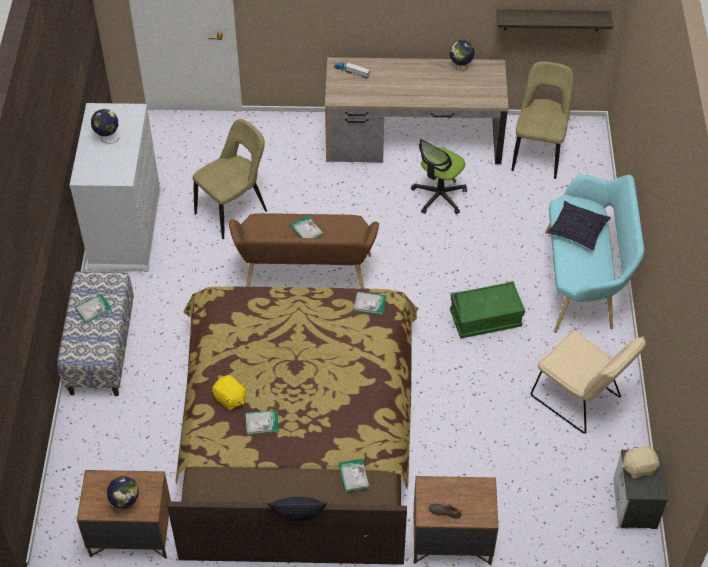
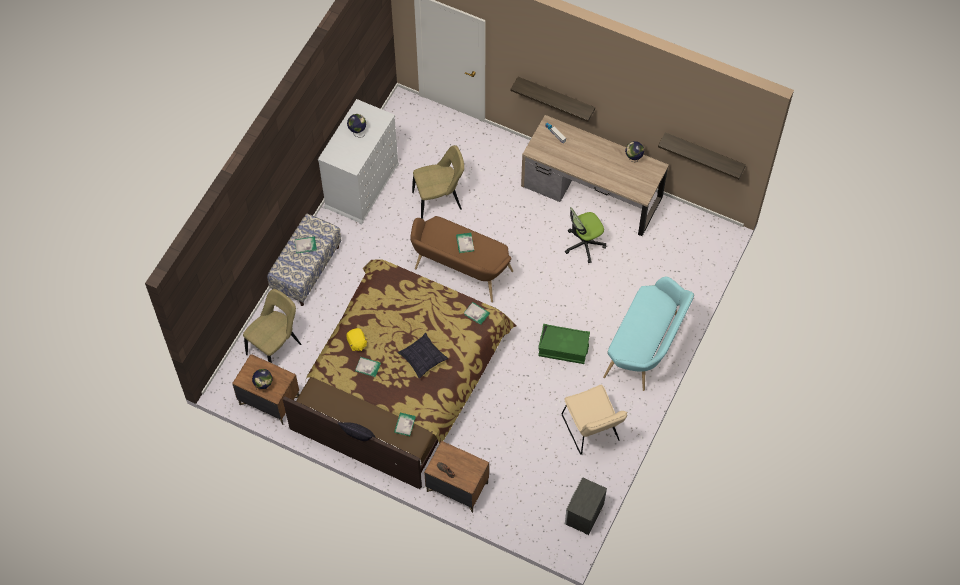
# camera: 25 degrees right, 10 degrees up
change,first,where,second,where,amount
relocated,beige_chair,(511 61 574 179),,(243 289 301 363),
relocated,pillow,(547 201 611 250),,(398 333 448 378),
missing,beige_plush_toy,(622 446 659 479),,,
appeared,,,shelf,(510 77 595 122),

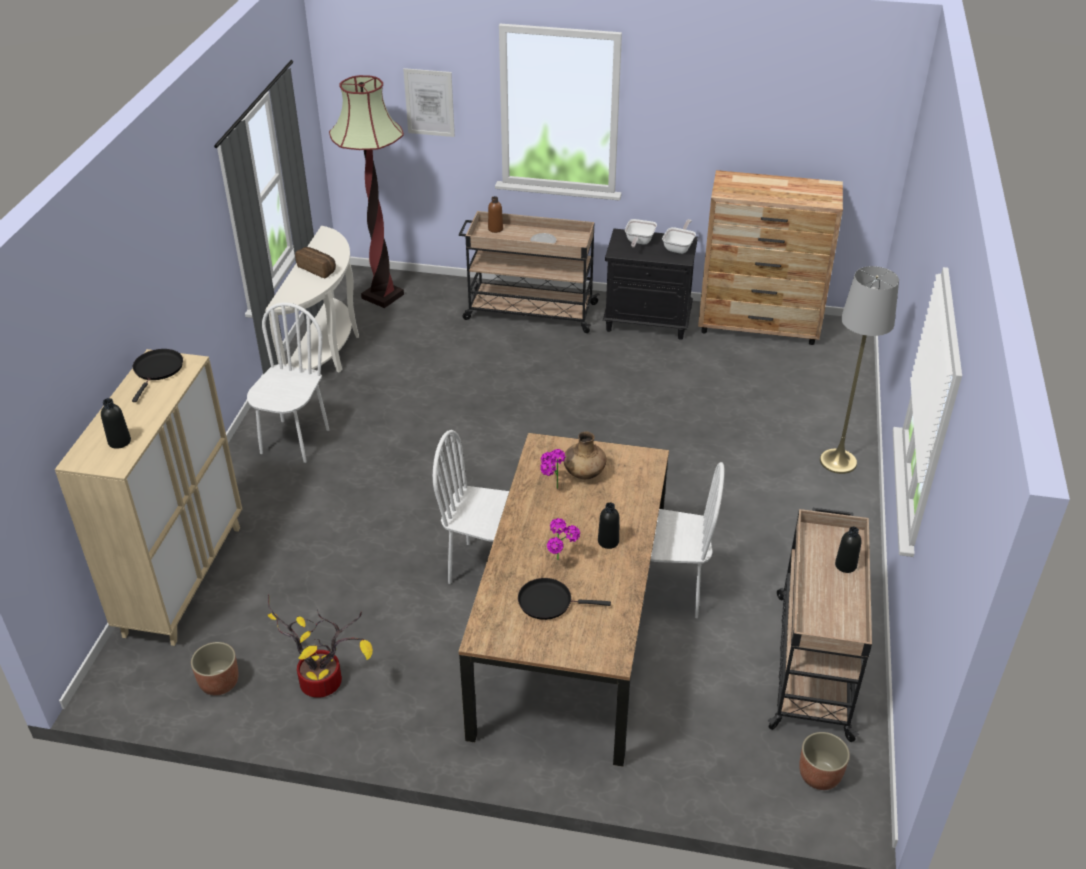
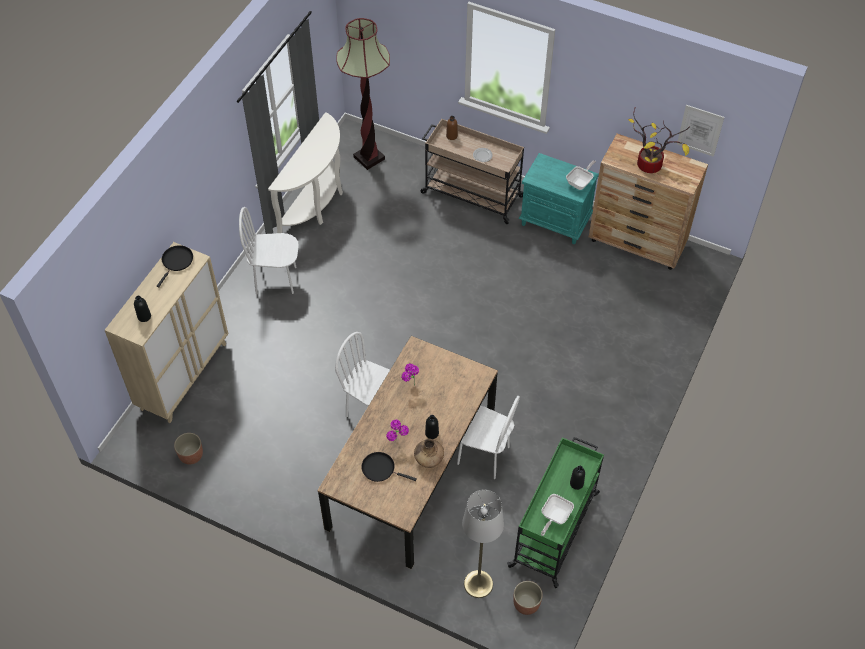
# camera: 15 degrees right, 15 degrees up
change,first,where,second,where,amount
relocated,picture,(403 68 455 137),,(677 105 724 157),
relocated,frying_pan,(625 219 657 248),,(541 494 574 536),
colour,black_nightstand,(603 229 698 340),turquoise_nightstand,(519 153 599 244),
missing,bread,(295 247 336 278),,,
relocated,grey_floor_lamp,(820 266 899 474),,(462 490 504 598),
spun,white_chair,(247 302 329 463),,(239 207 299 294),120 degrees counterclockwise
relocated,brown_vase,(563 432 606 479),,(414 439 444 468),
colour,beige_cart,(768 508 872 742),green_cart,(507 437 604 588),
relocated,potted_plant,(268 595 373 698),,(628 109 690 173),

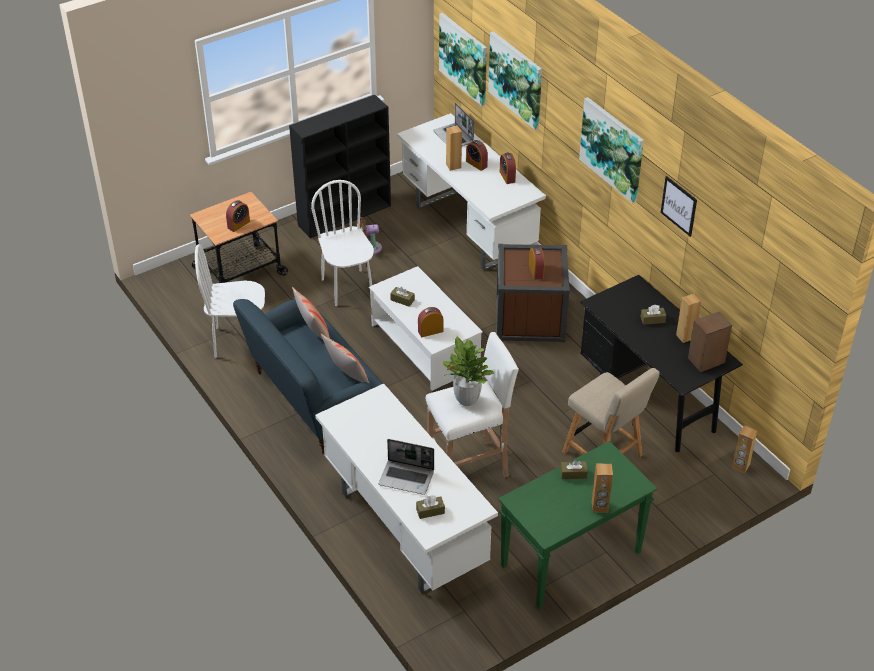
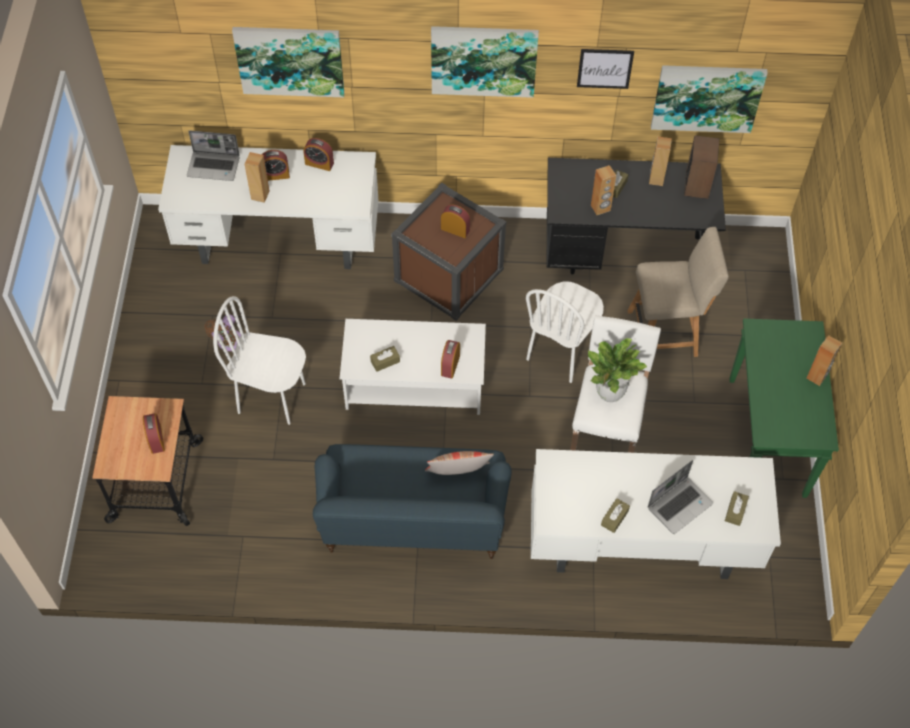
# camera: 55 degrees left, 15 degrees up
change,first,where,second,where,amount
relocated,picture,(439 13 487 106),,(651 65 768 133),
missing,black_bookcase,(289 95 391 238),,,
relocated,white_chair,(195 244 265 358),,(526 281 604 383),
missing,pillow,(292 287 330 340),,,
relocated,brown_speaker,(732 425 757 473),,(591 165 616 215),
relocated,brown_tissue_box,(560 460 588 479),,(601 498 630 533),

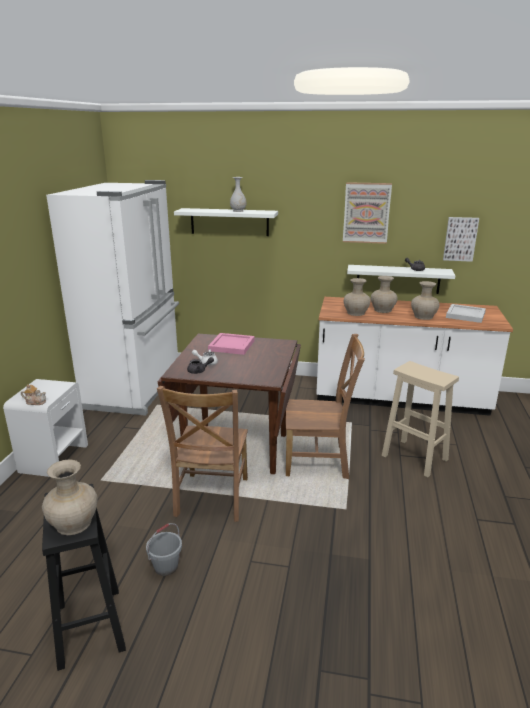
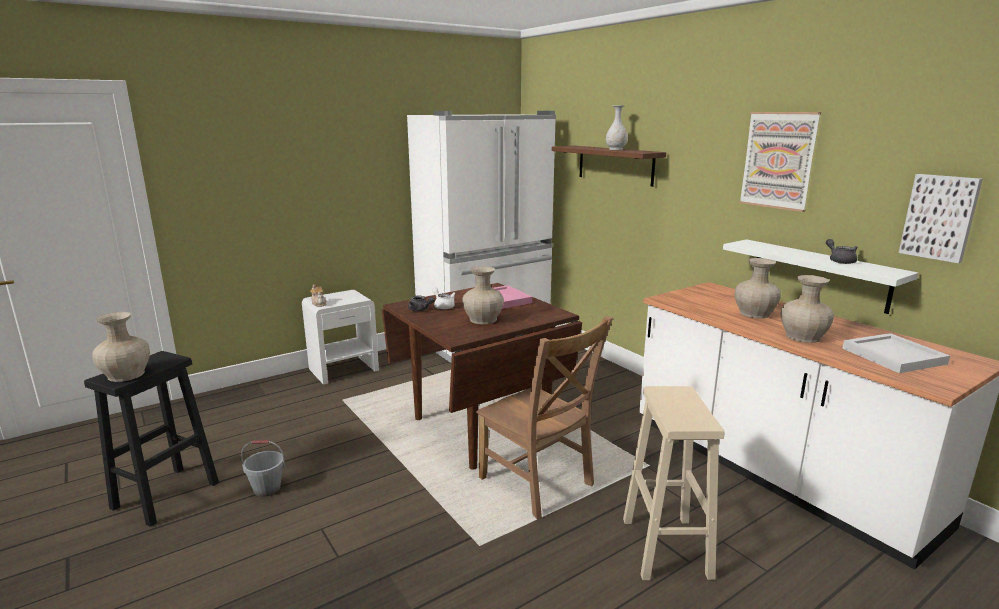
# camera: 45 degrees right, 5 degrees down
change,first,where,second,where,amount
colour,white_shelf,(174 208 278 236),brown_shelf,(552 146 666 187),
relocated,beige_vase,(344 278 370 316),,(463 266 504 324),
missing,brown_chair,(157 386 248 522),,,

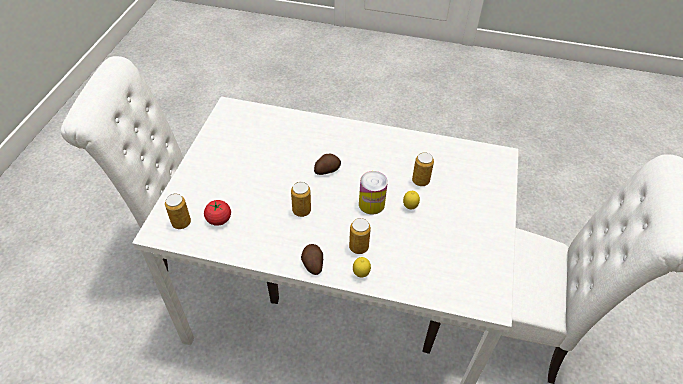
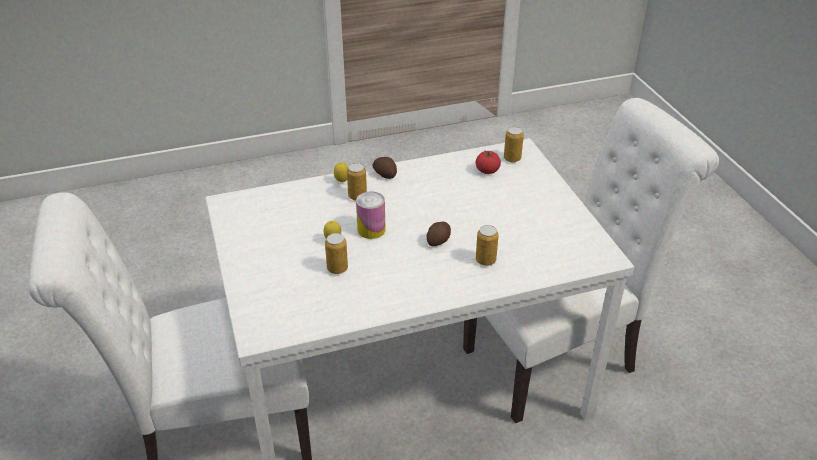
# camera: 150 degrees right, 10 degrees down
change,first,where,second,where,amount
relocated,can,(291 182 311 217),,(476 225 499 266),

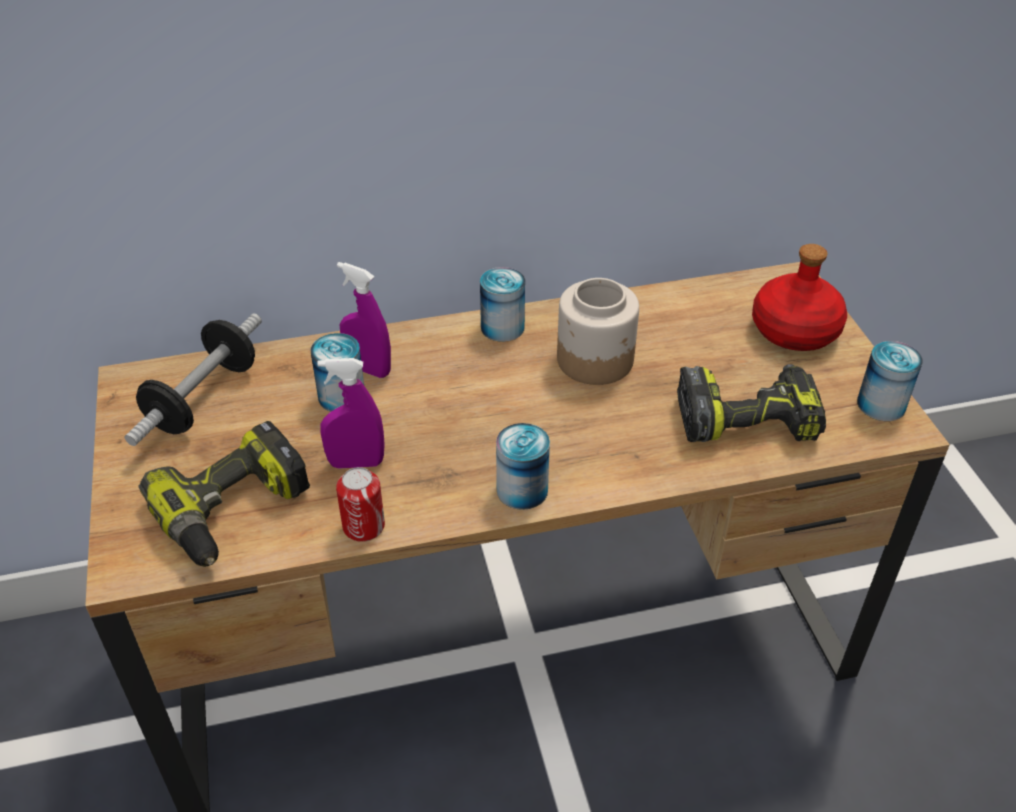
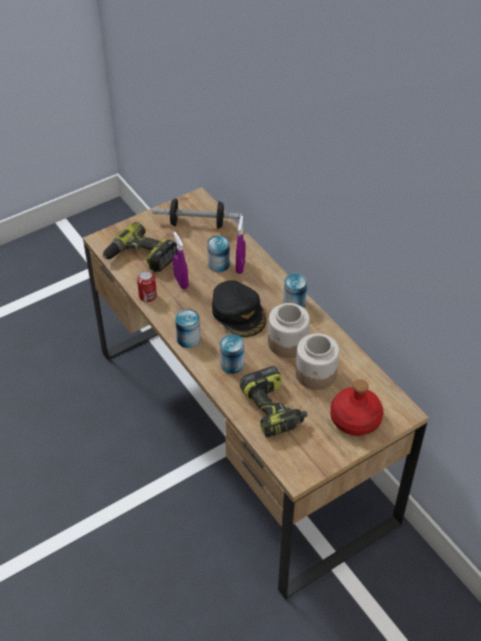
# camera: 70 degrees right, 5 degrees up
change,first,where,second,where,amount
relocated,can,(857 341 923 421),,(220 334 244 374),
appeared,,,black_cap,(212 280 266 337),
appeared,,,jar,(295 333 339 390),

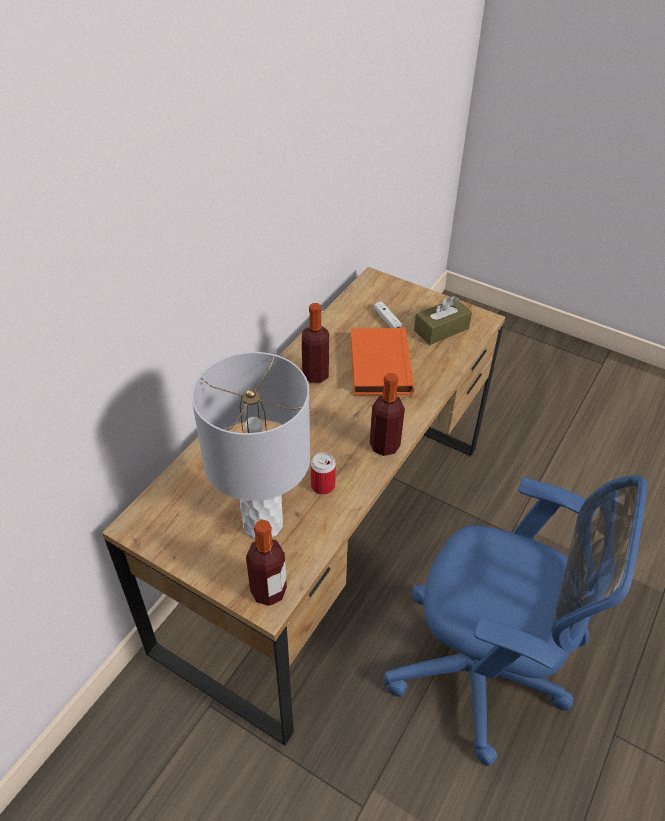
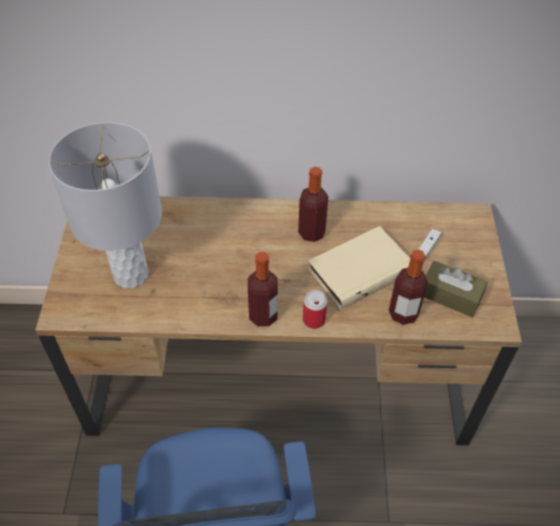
# camera: 60 degrees right, 5 degrees up
change,first,where,second,where,amount
colour,orange_book,(350 327 414 395),beige_book,(307 226 410 309),
relocated,can,(311 452 336 495),,(303 290 328 329),
relocated,bottle,(246 520 287 606),,(389 249 428 325),

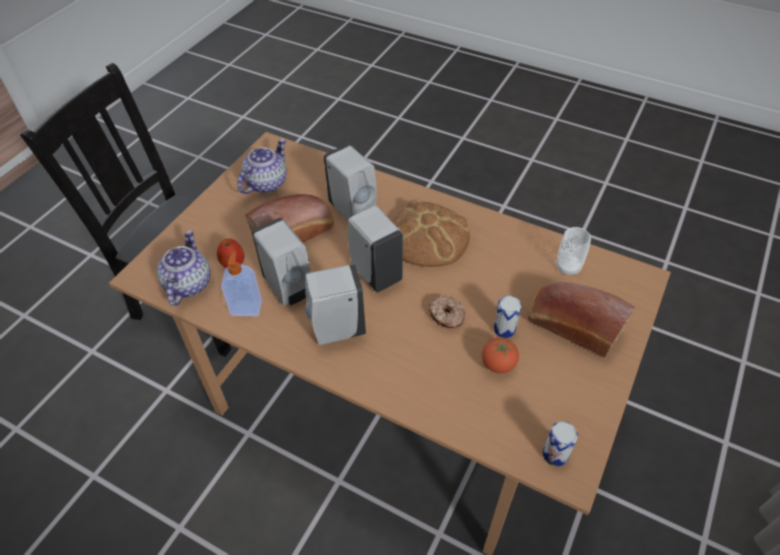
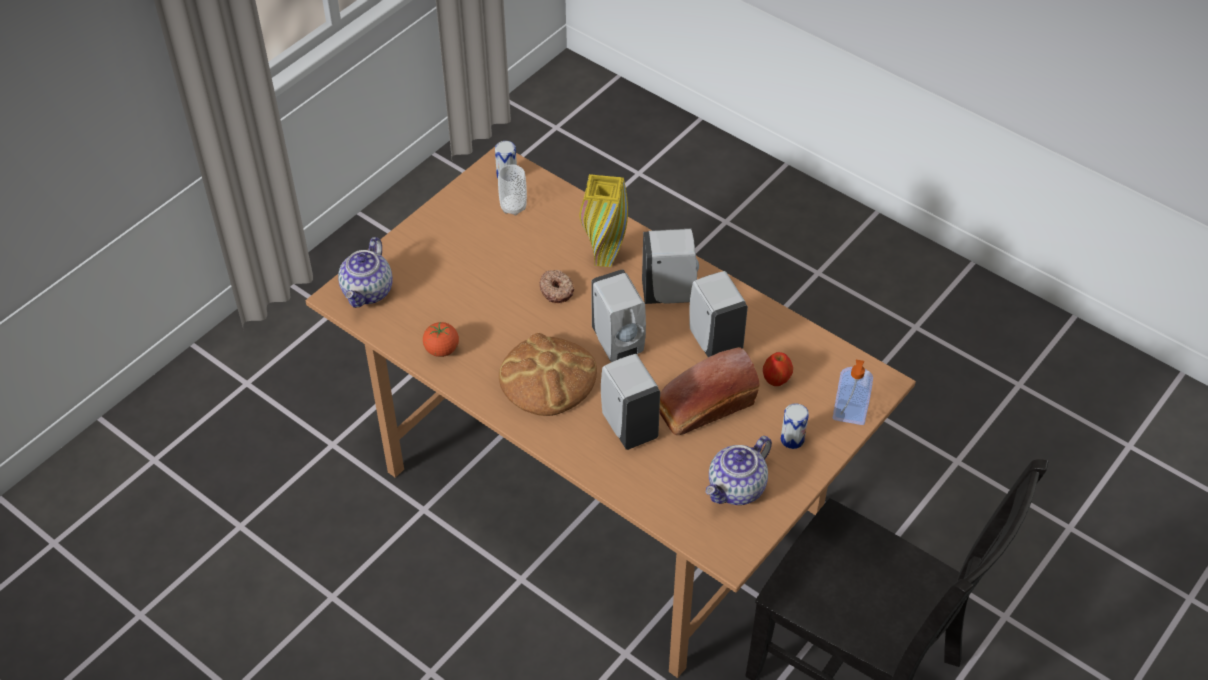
# camera: 170 degrees left, 0 degrees up
change,first,where,second,where,amount
relocated,cup,(556 227 591 276),,(498 164 527 215),
relocated,teapot,(157 230 210 306),,(338 237 392 308),
relocated,soap_dispenser,(221 251 262 317),,(833 360 873 425),
missing,bread,(528 282 635 358),,,
relocated,can,(494 296 522 338),,(781 403 809 449),
relocated,tomato,(482 337 519 373),,(423 322 459 357),
appeared,,,yellow_vase,(580 174 628 267),

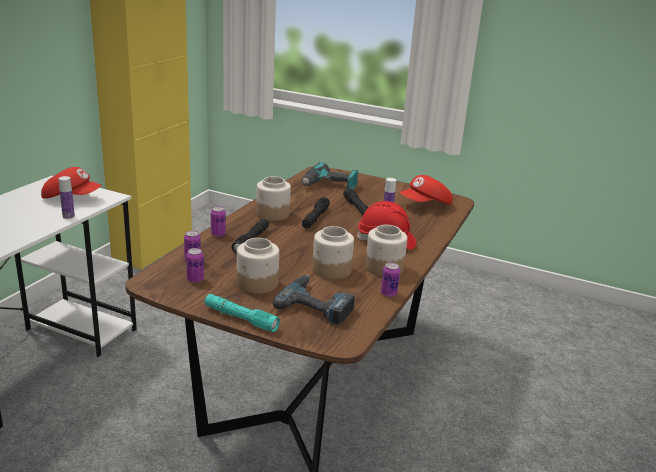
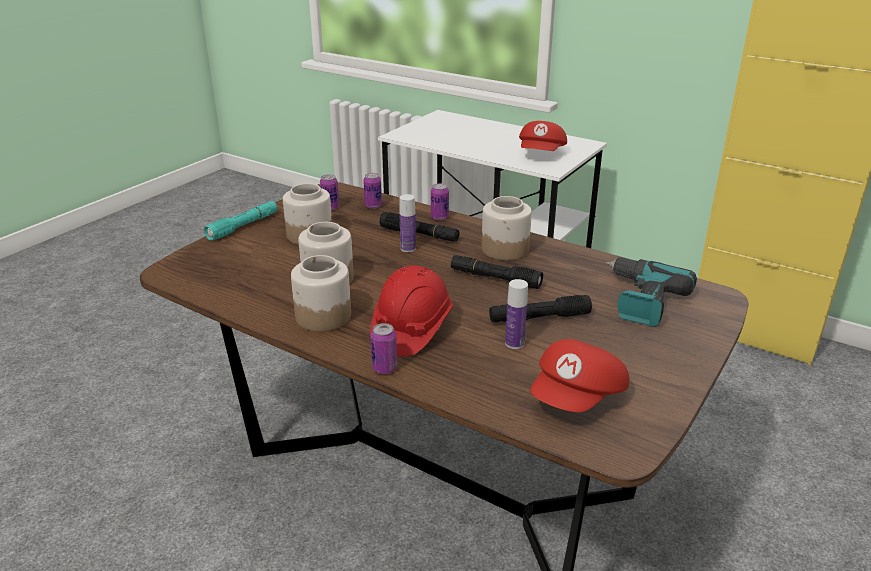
# camera: 100 degrees right, 5 degrees up
change,first,where,second,where,amount
spun,red_cap,(400 175 453 205),,(530 339 629 412),120 degrees counterclockwise
relocated,bottle,(59 176 75 219),,(399 194 416 252),
relocated,can,(381 262 400 297),,(370 323 397 374),
missing,power_drill,(273 275 355 325),,,

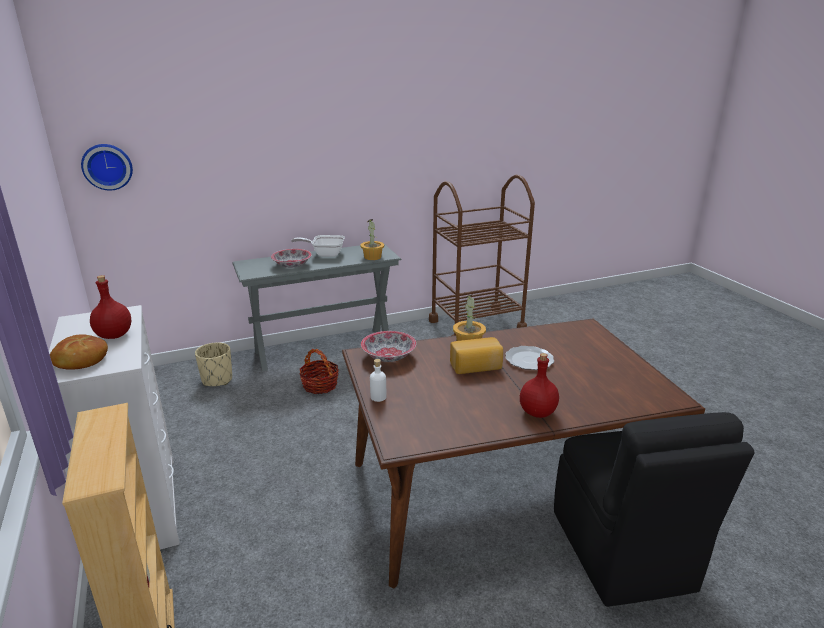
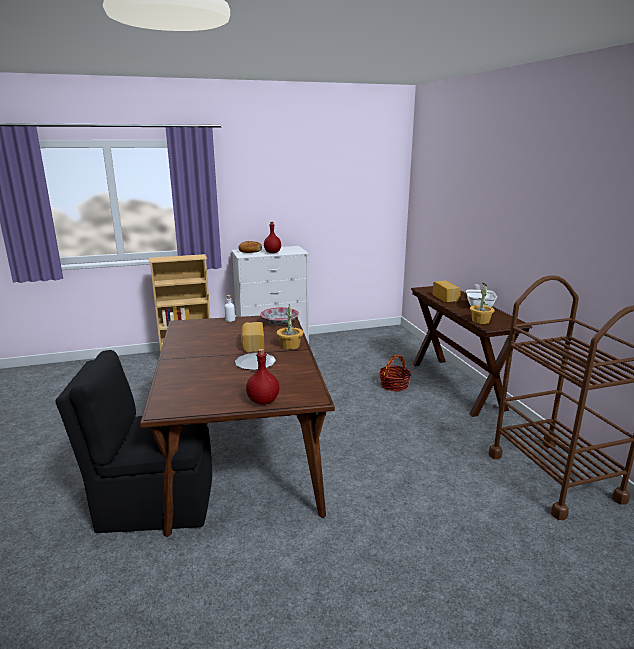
# camera: 95 degrees right, 5 degrees down
change,first,where,second,where,amount
missing,wall_clock,(81 144 133 191),,,
colour,grey_console_table,(232 244 401 371),brown_console_table,(411 286 532 417),
exchanged,bowl,(271 249 312 268),bread,(433 280 461 302),
missing,beige_planter,(195 342 232 386),,,
relocated,red_bottle,(520 353 559 418),,(246 349 279 405),

